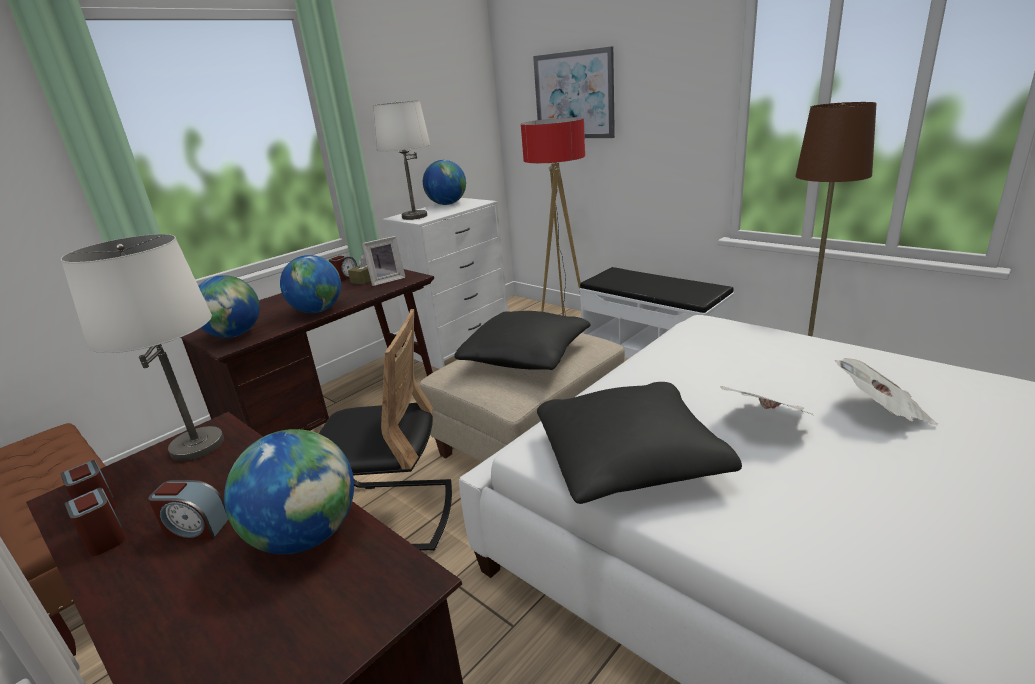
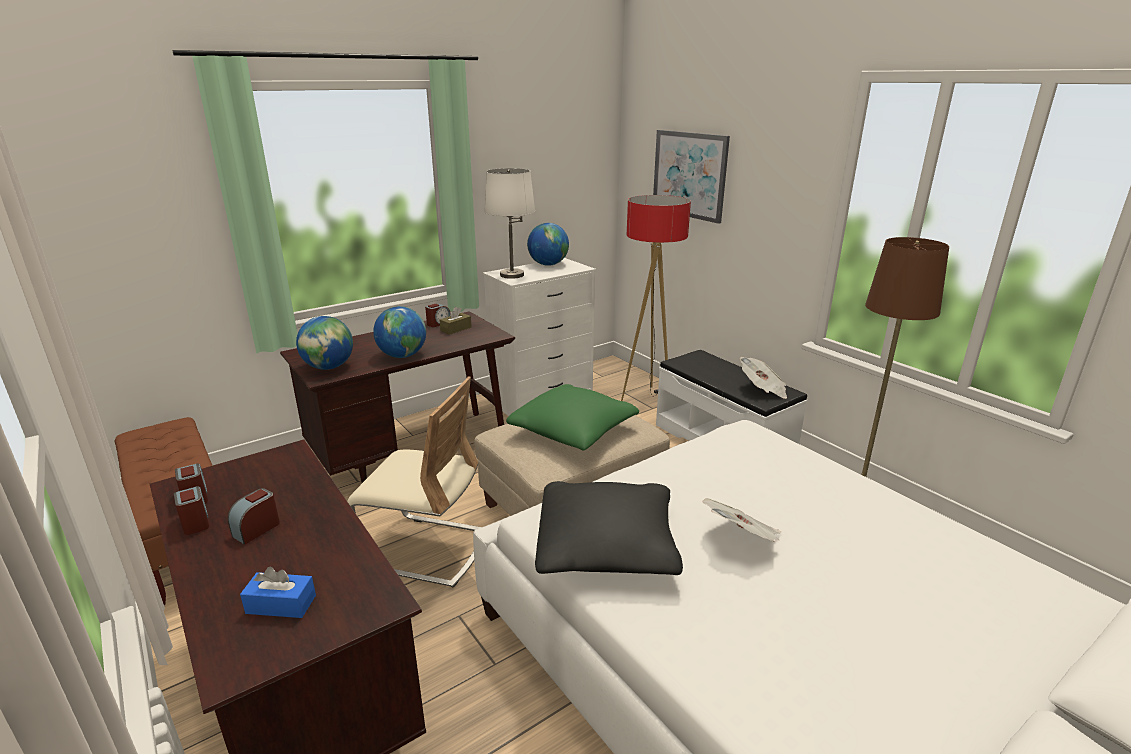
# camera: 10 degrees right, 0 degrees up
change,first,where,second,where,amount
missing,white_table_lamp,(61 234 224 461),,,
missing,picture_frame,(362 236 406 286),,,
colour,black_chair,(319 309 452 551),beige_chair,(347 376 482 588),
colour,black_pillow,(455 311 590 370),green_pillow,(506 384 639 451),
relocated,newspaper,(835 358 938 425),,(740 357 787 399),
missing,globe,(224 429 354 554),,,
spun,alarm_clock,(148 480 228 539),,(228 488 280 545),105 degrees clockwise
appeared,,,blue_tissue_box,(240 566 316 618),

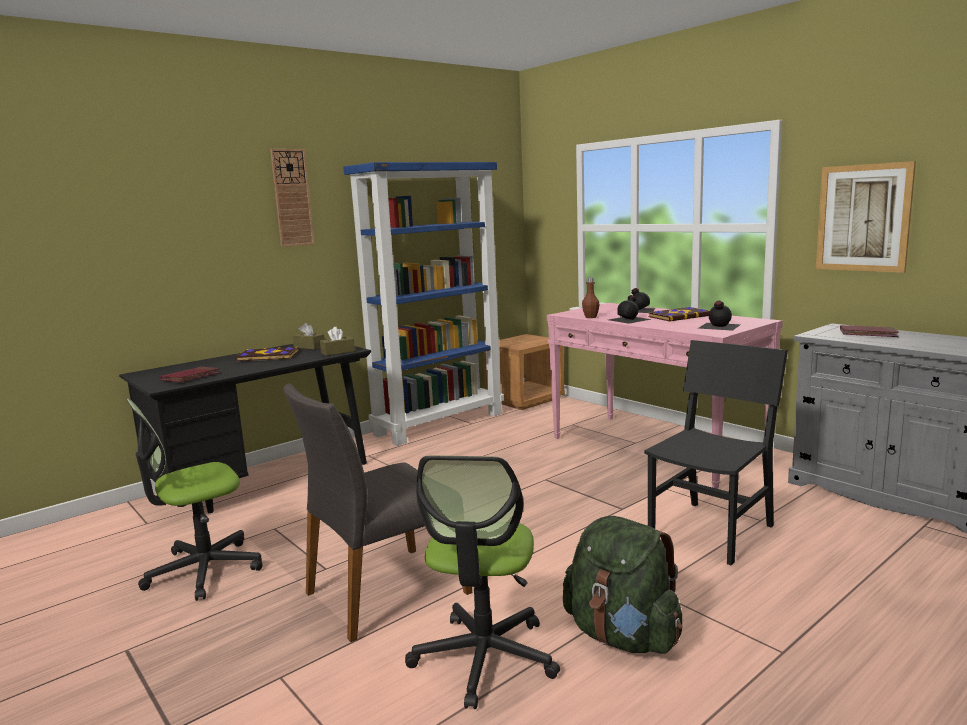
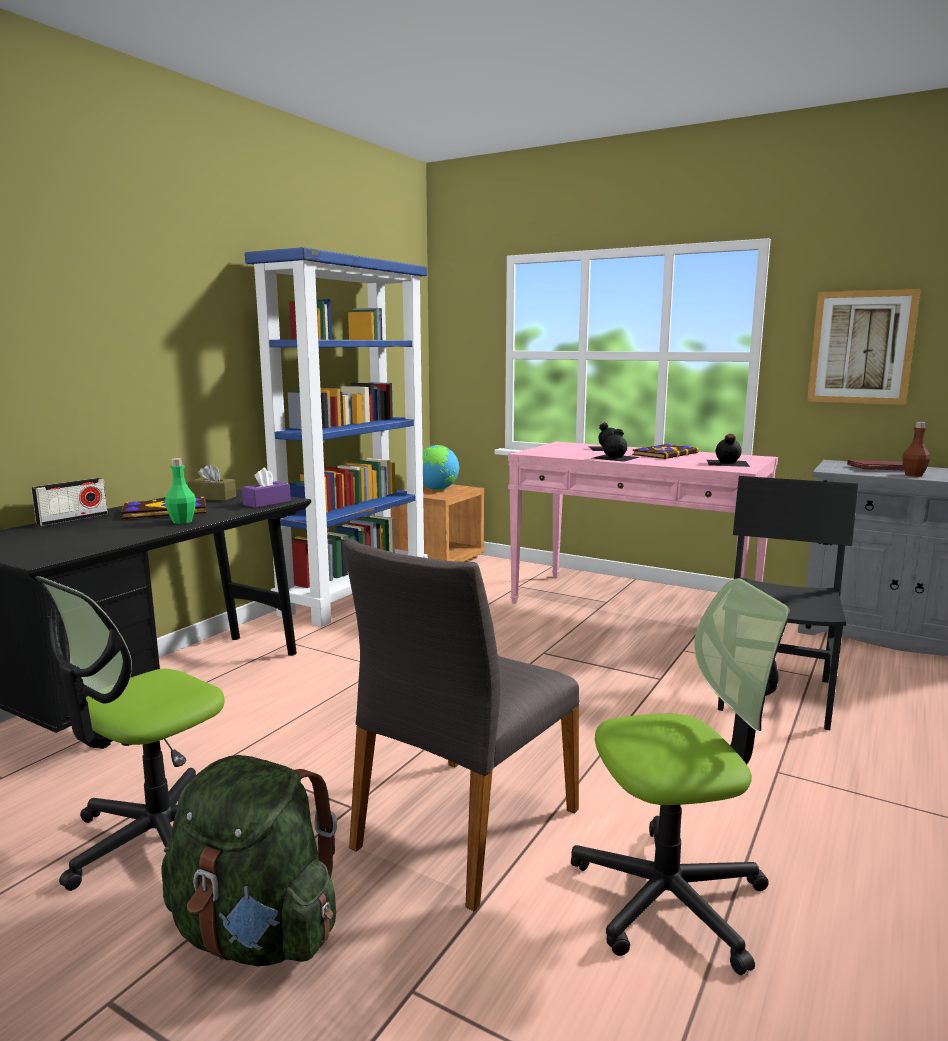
# camera: 20 degrees left, 0 degrees up
change,first,where,second,where,amount
missing,wall_clock,(270 149 314 247),,,
relocated,brown_bottle,(582 278 600 318),,(902 422 930 477),
colour,brown_tissue_box,(320 327 355 356),purple_tissue_box,(242 468 291 508),
missing,red_book,(160 366 220 382),,,
spun,office_chair,(405 455 560 709),,(571 578 790 975),90 degrees counterclockwise
relocated,green_backpack,(563 516 682 654),,(161 755 337 966),
appeared,,,globe,(422 445 459 490),
appeared,,,green_bottle,(165 458 196 524),
appeared,,,radio,(31 478 108 526),

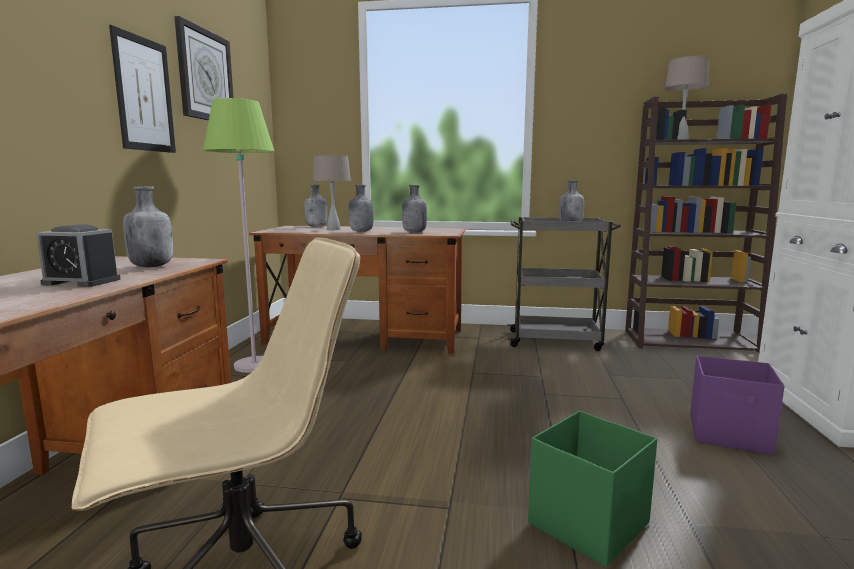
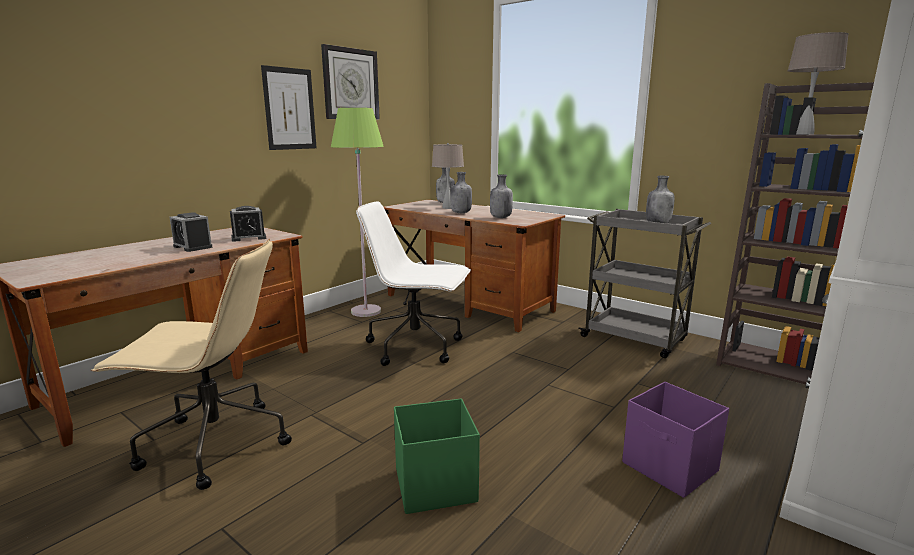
# camera: 30 degrees right, 5 degrees up
change,first,where,second,where,amount
exchanged,grey_bottle,(123 186 173 267),alarm_clock,(230 206 266 242),
appeared,,,white_office_chair,(356 201 471 366),

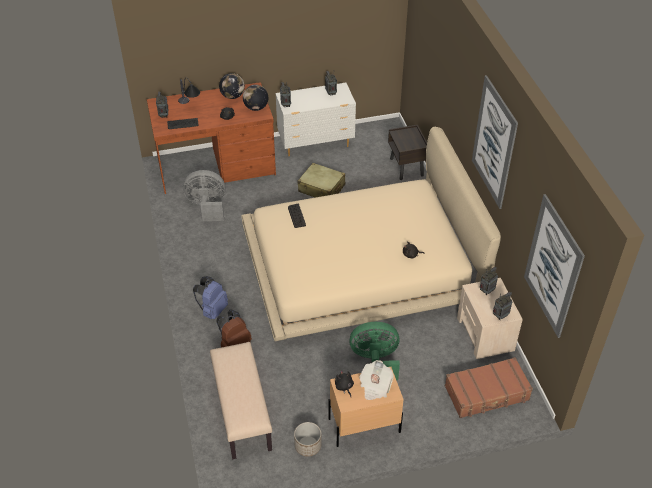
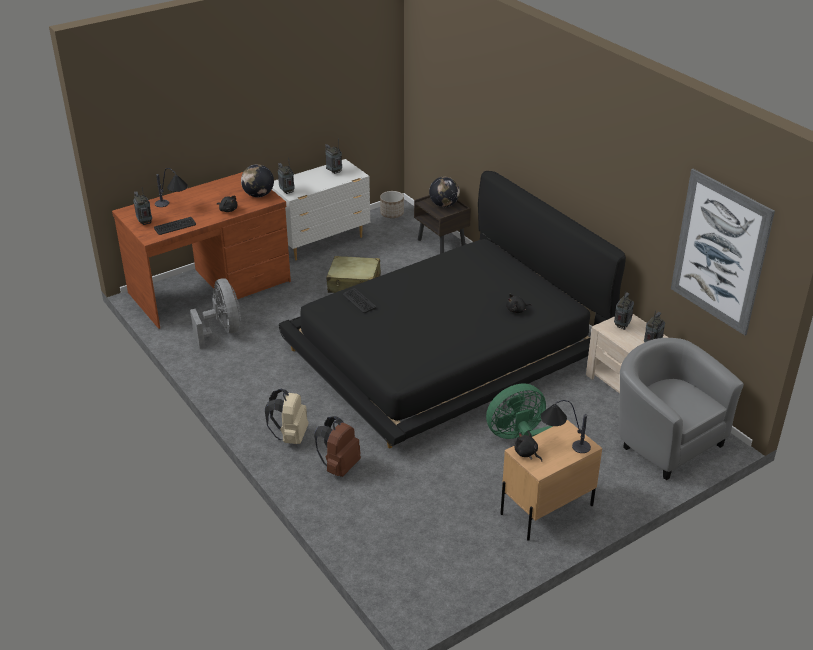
# camera: 20 degrees left, 10 degrees down
change,first,where,second,where,amount
relocated,globe,(219 73 245 99),,(429 177 460 207),
missing,picture,(472 75 518 209),,,
colour,beige_bed,(242 127 501 341),black_bed,(279 171 626 448),
spun,grey_fan,(183 170 226 221),,(190 278 240 349),90 degrees clockwise
colour,blue_backpack,(193 276 228 319),beige_backpack,(265 389 308 444),
missing,beige_bench,(210 342 272 459),,,
exchanged,brown_suitcase,(445 357 533 418),grey_armchair,(619 338 744 480),
exchanged,newspaper,(359 360 394 400),table_lamp,(541 400 591 453),
relocated,planter,(294 422 321 457),,(380 191 404 218),

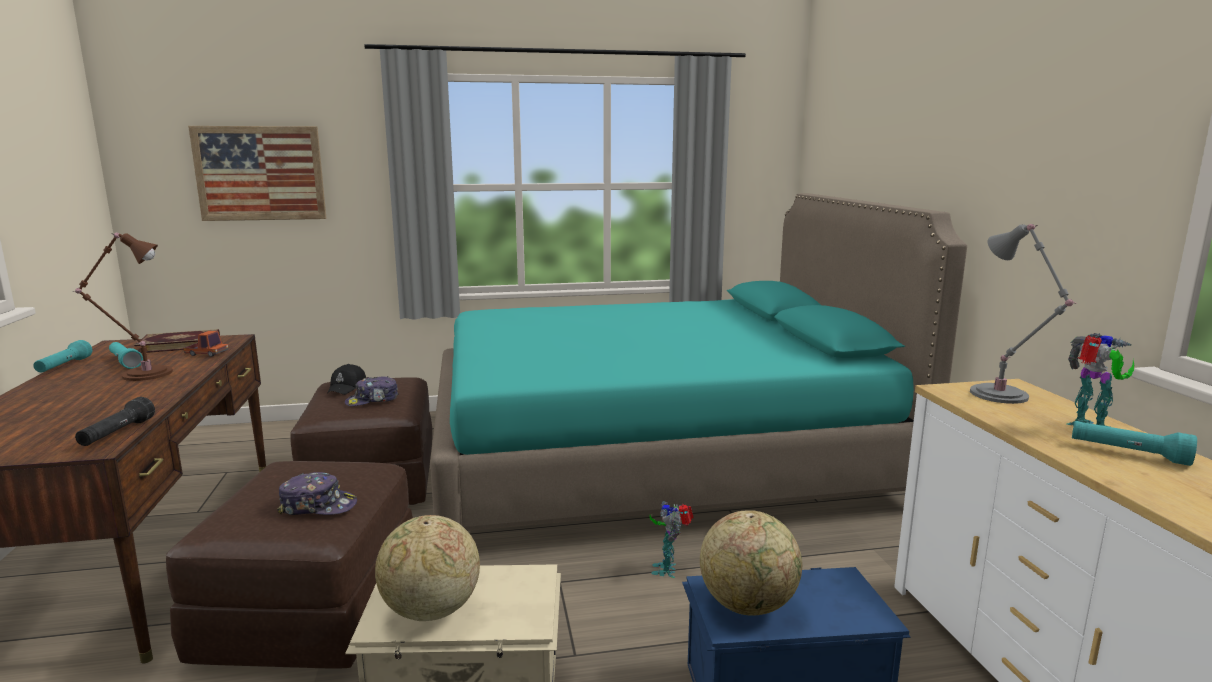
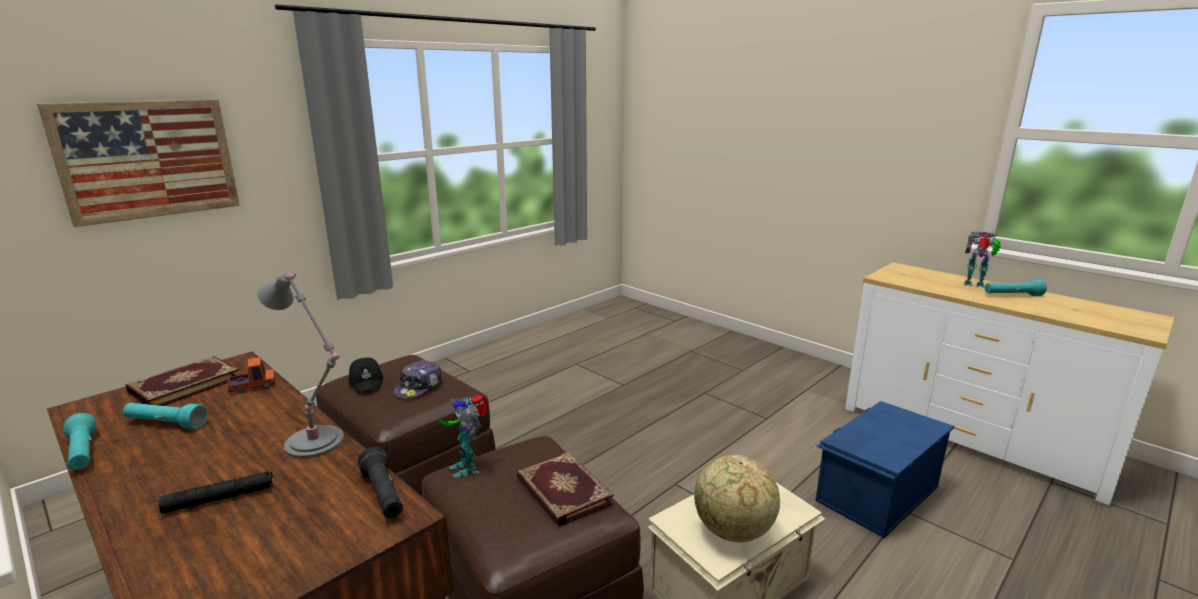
# camera: 35 degrees left, 5 degrees up
change,first,where,second,where,amount
missing,turquoise_bed,(430 193 967 531),,,
relocated,grey_table_lamp,(970 224 1077 404),,(257 273 344 459),
missing,brown_table_lamp,(72 232 173 381),,,
exchanged,cap,(277 472 357 515),book,(517 452 614 526),
relocated,toy_robot,(650 501 693 578),,(439 395 489 478),
missing,globe,(700 510 802 616),,,
appeared,,,black_flashlight,(159 471 273 514),

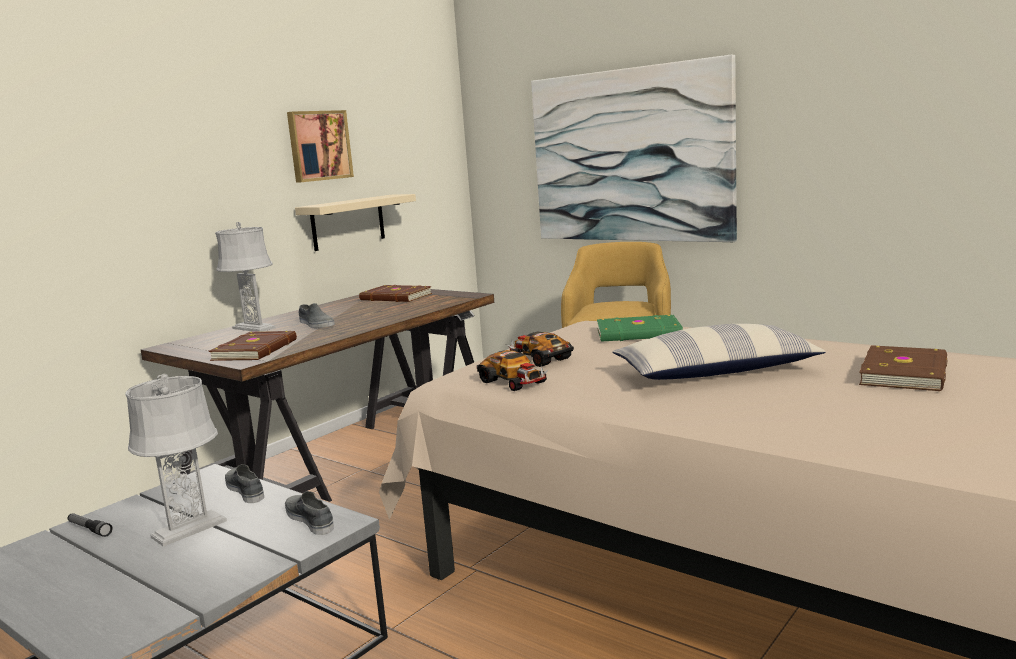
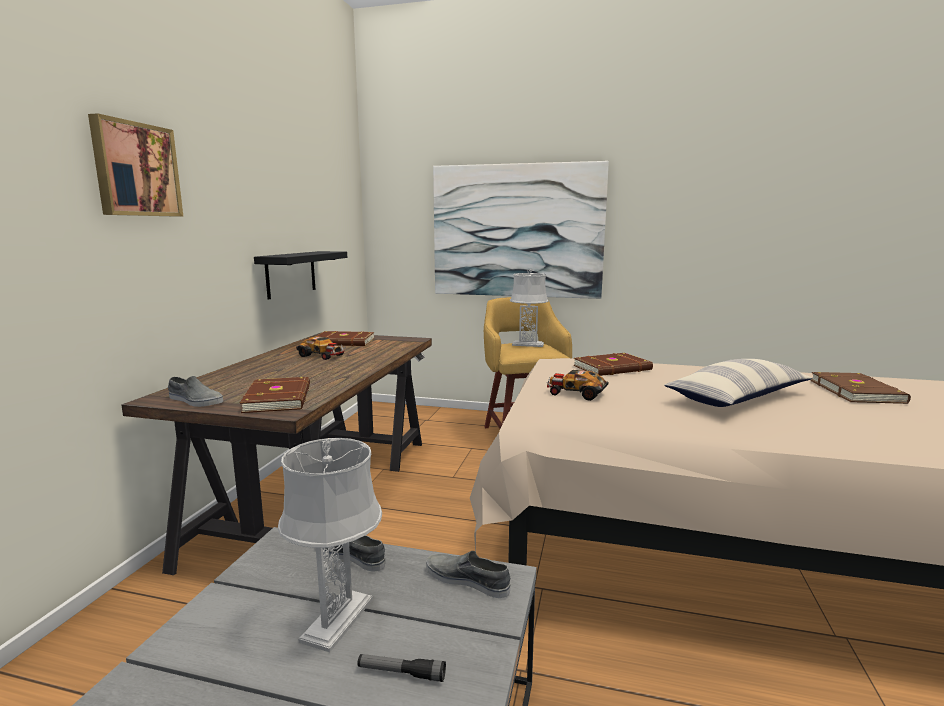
# camera: 25 degrees left, 0 degrees up
change,first,where,second,where,amount
relocated,picture,(287 110 354 183),,(88 113 183 217),
colour,beige_shelf,(295 194 416 251),black_shelf,(254 251 347 299),
relocated,grey_table_lamp,(215 222 276 332),,(510 269 548 347),
relocated,grey_shoe,(298 303 335 328),,(168 376 223 407),
colour,green_book,(597 315 683 342),brown_book,(573 353 653 376),
relocated,toy_car,(477 350 548 391),,(296 336 345 360),
relocated,flashlight,(68 514 112 537),,(357 654 446 682),

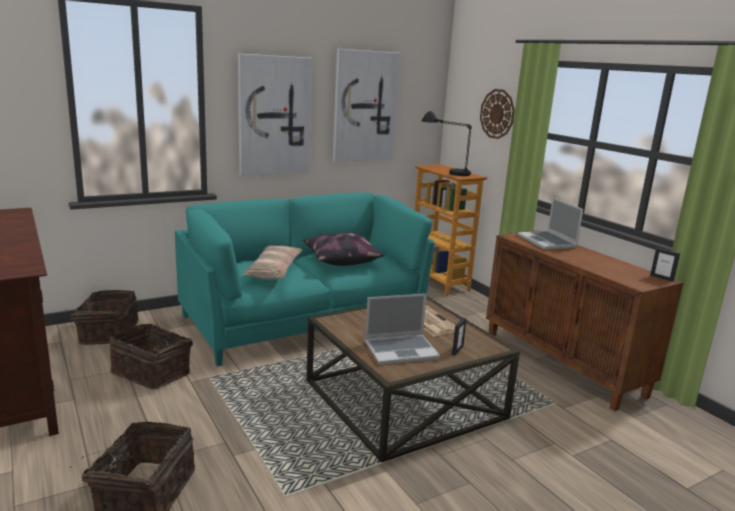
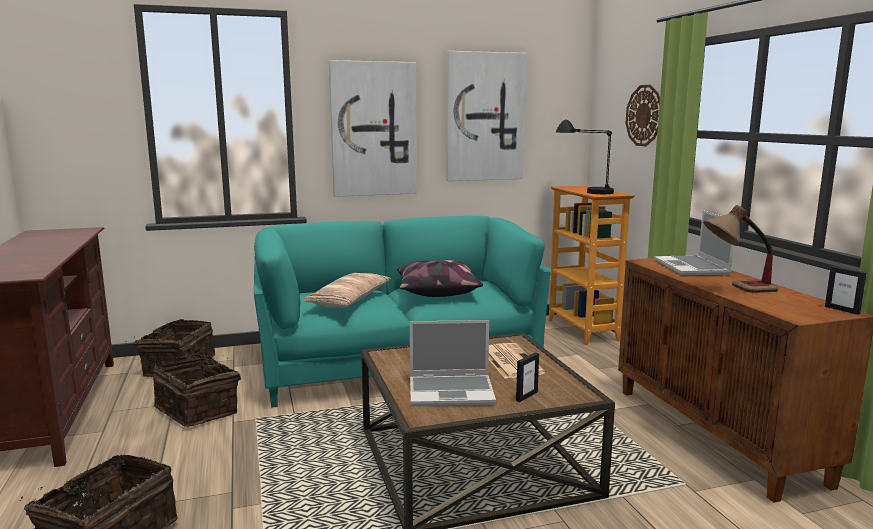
# camera: 15 degrees right, 5 degrees down
change,first,where,second,where,amount
appeared,,,table_lamp,(703 205 778 293),

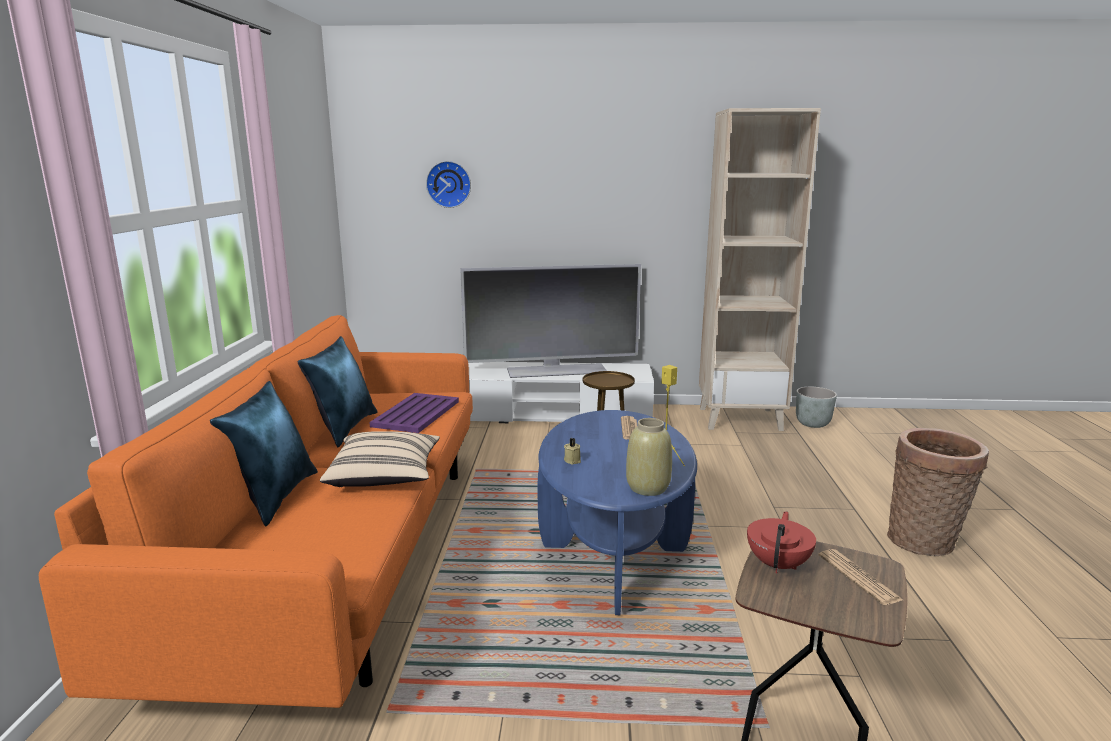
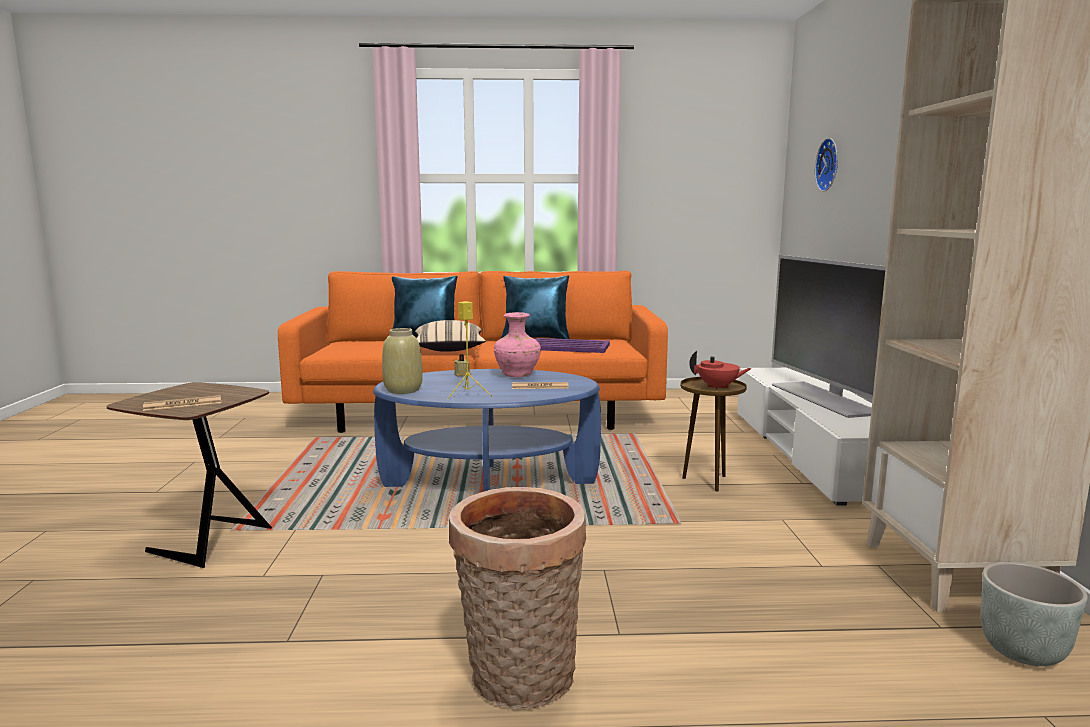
# camera: 85 degrees right, 5 degrees down
change,first,where,second,where,amount
relocated,red_teapot,(747 511 816 573),,(689 351 752 390),
appeared,,,pink_vase,(494 312 541 377),

